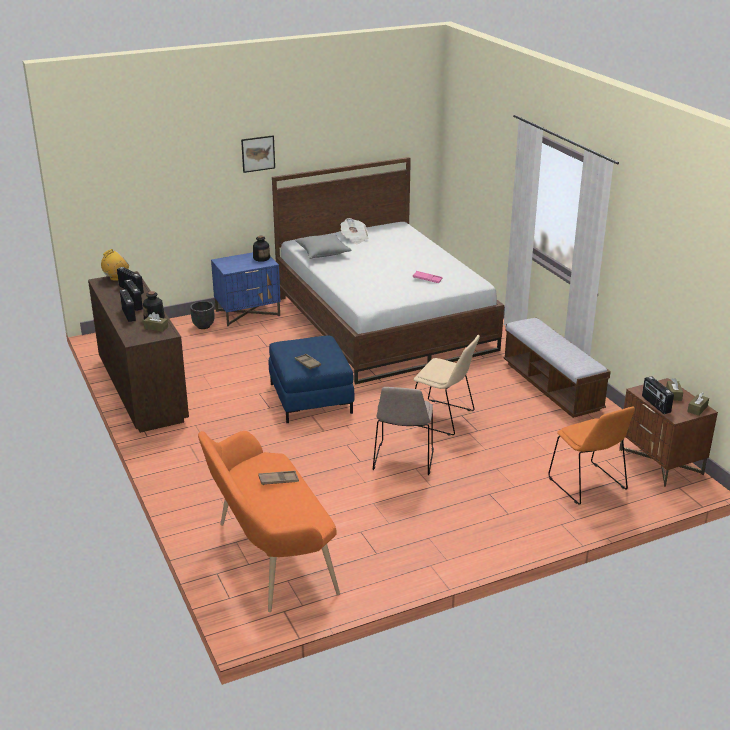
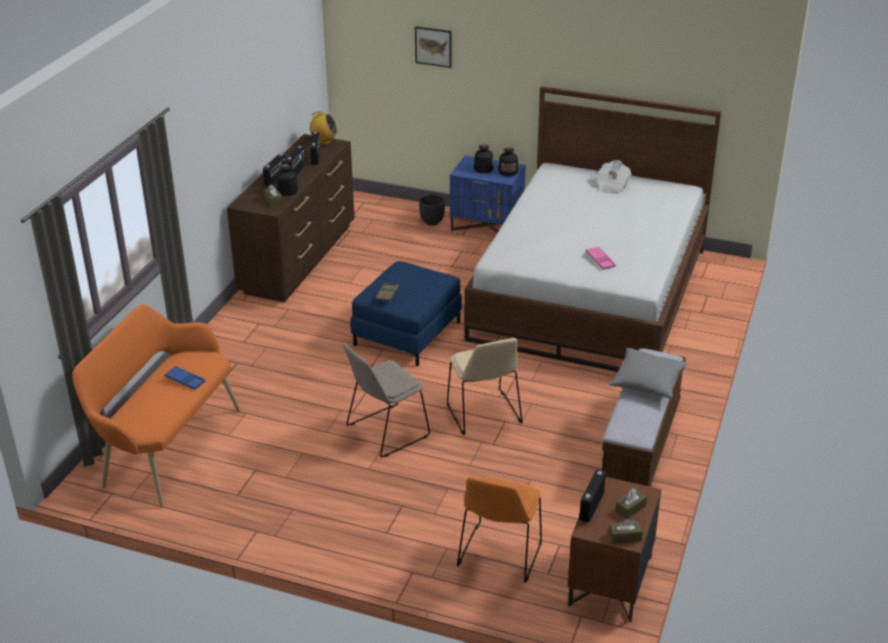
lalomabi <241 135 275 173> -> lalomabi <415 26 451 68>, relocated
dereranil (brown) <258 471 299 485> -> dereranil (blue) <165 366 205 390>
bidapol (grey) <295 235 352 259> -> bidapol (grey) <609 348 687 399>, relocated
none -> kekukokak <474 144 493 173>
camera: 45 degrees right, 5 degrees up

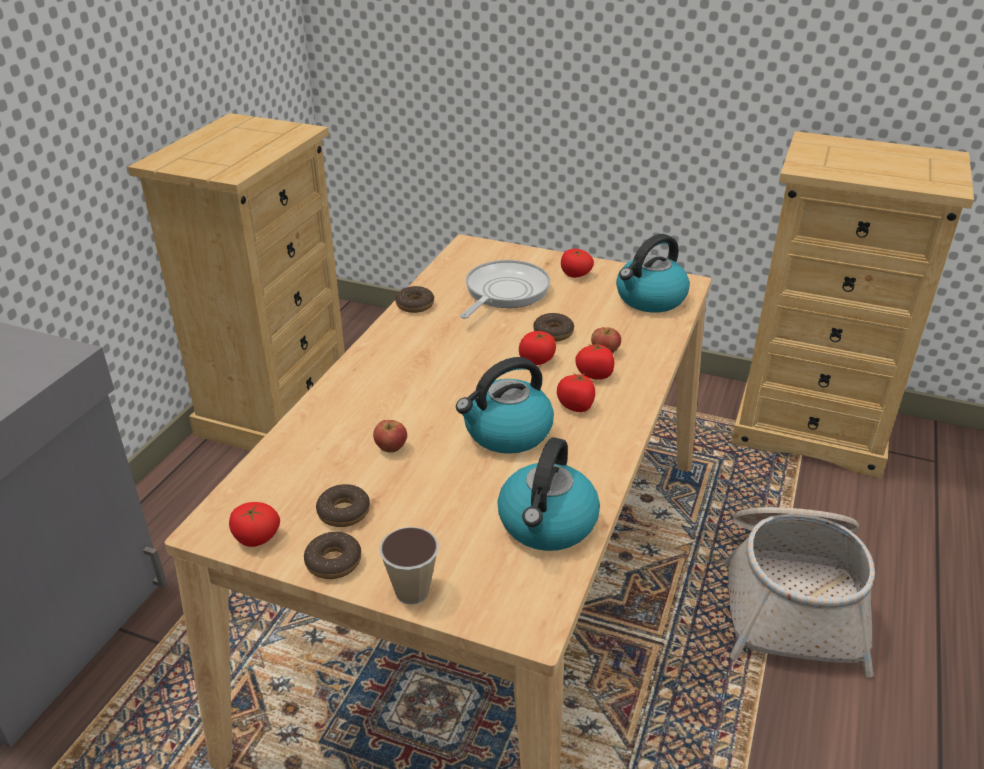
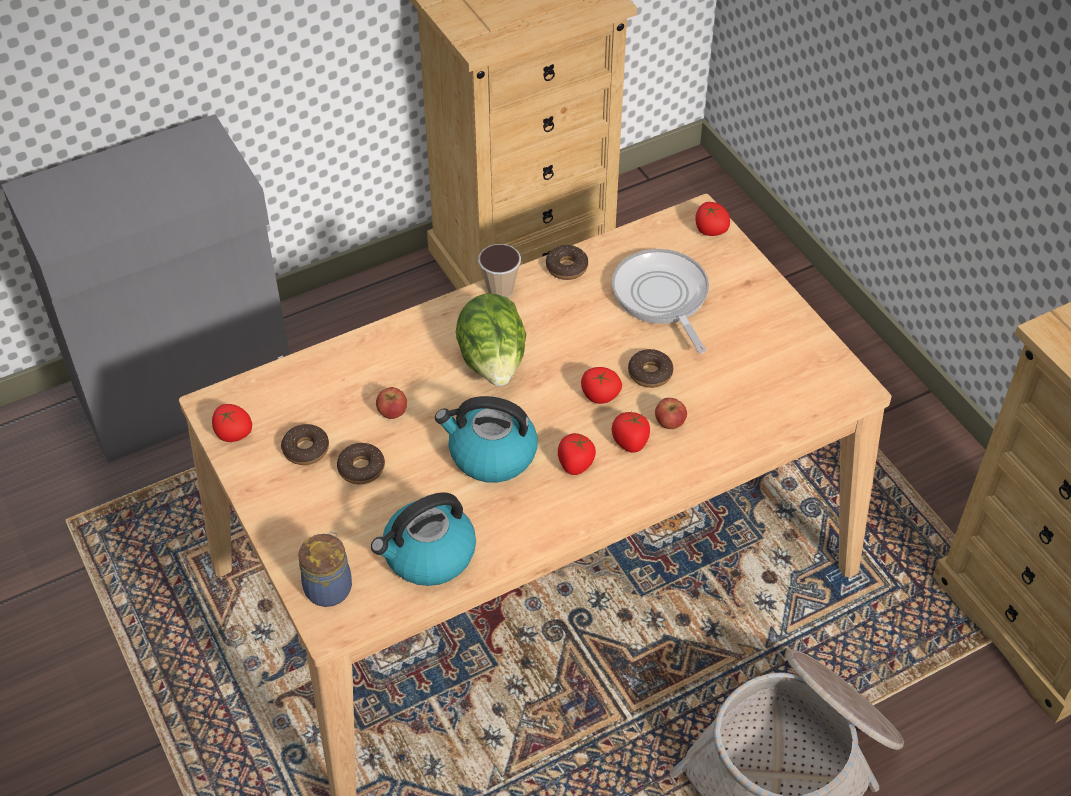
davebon <304 532 361 579> -> davebon <337 443 385 484>, relocated
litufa <379 527 439 604> -> litufa <478 244 521 298>, relocated
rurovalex <460 260 550 319> -> rurovalex <612 249 709 353>, 90 degrees counterclockwise
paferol <561 249 594 278> -> paferol <695 202 730 236>, relocated
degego <616 234 690 313> -> none
none -> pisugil <298 532 352 607>
none -> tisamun <456 294 526 386>
camera: 40 degrees right, 15 degrees up

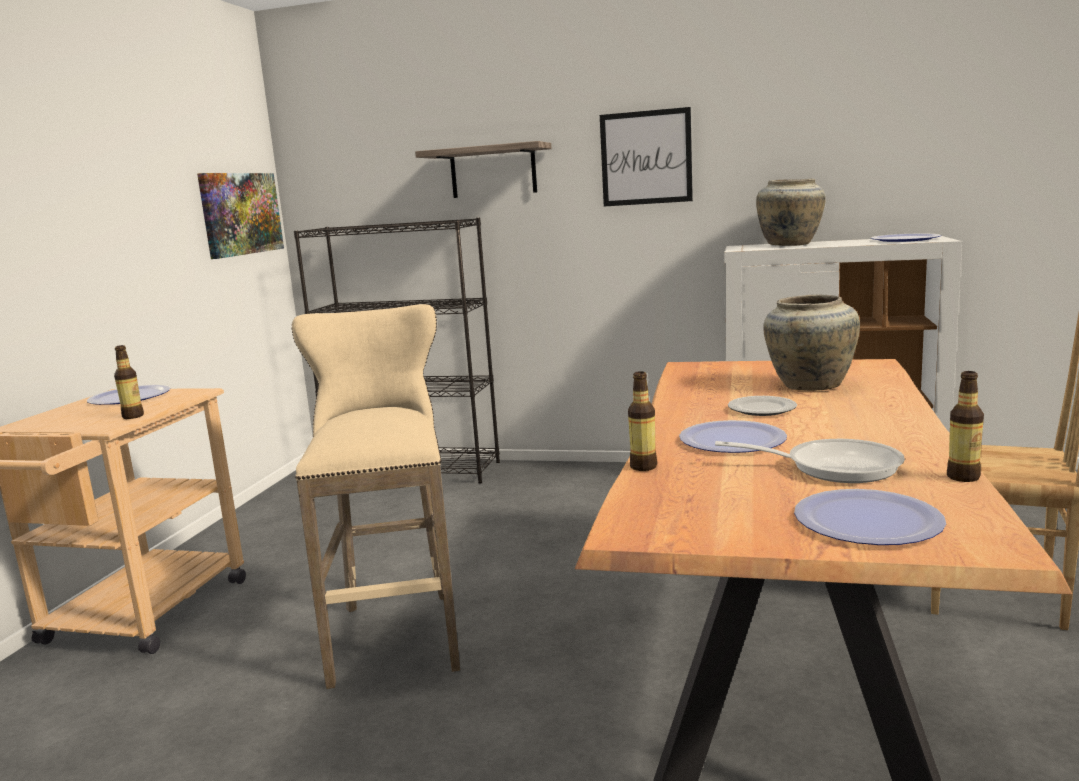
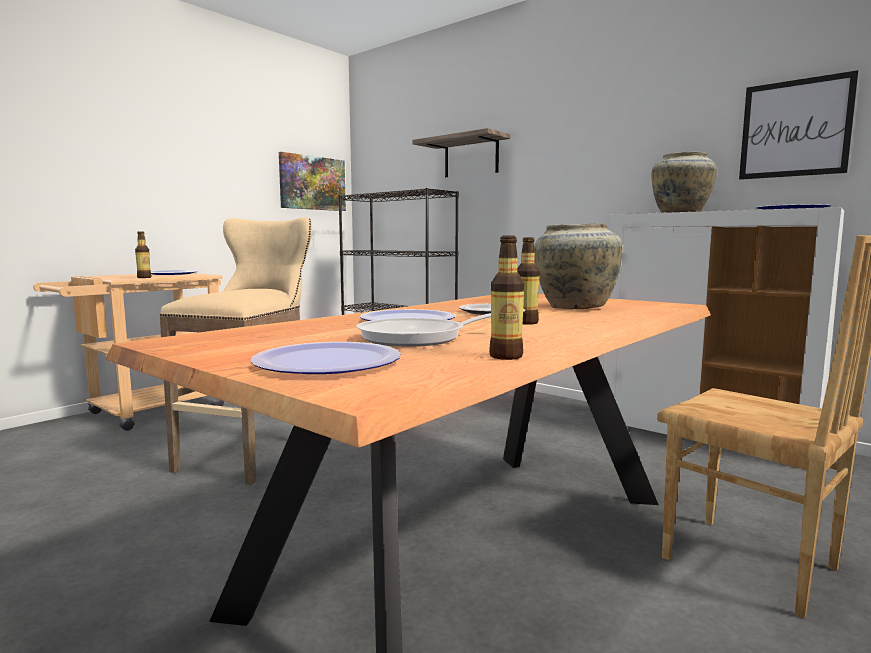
lalomabi <600 107 693 206> -> lalomabi <739 70 858 180>, relocated
kekukokak <628 371 657 471> -> kekukokak <517 237 540 325>, relocated
rurovalex <715 439 905 483> -> rurovalex <356 309 525 347>, 120 degrees clockwise
camera: 25 degrees right, 5 degrees down

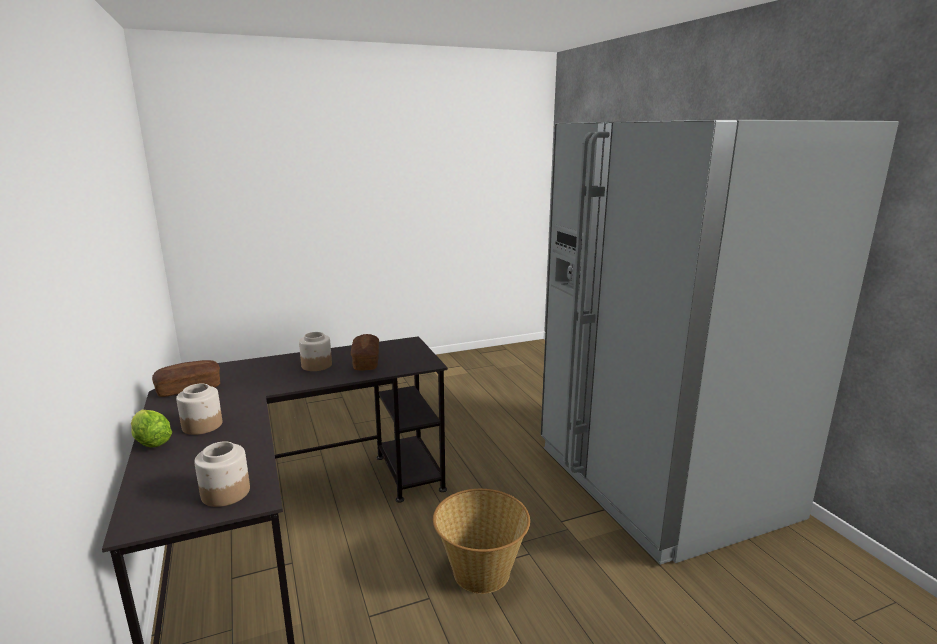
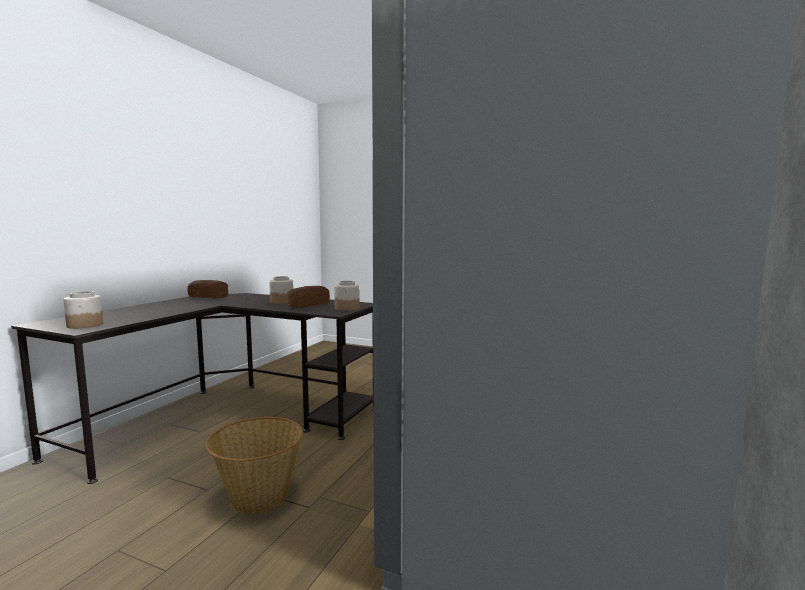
tisamun <131 410 172 448> -> none
pisugil <176 384 222 435> -> pisugil <334 281 360 311>, relocated
camera: 45 degrees right, 10 degrees down

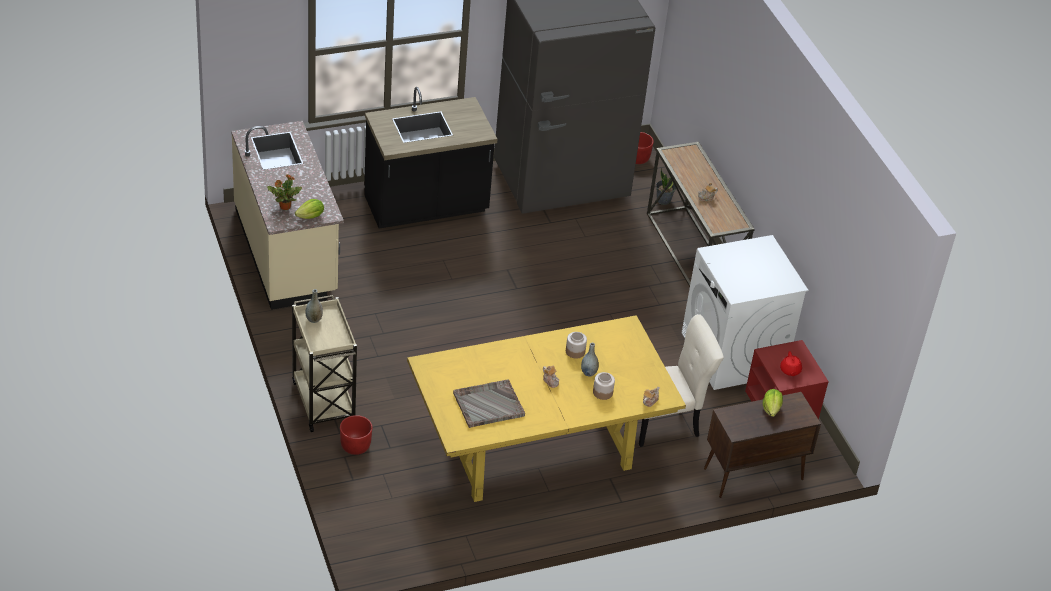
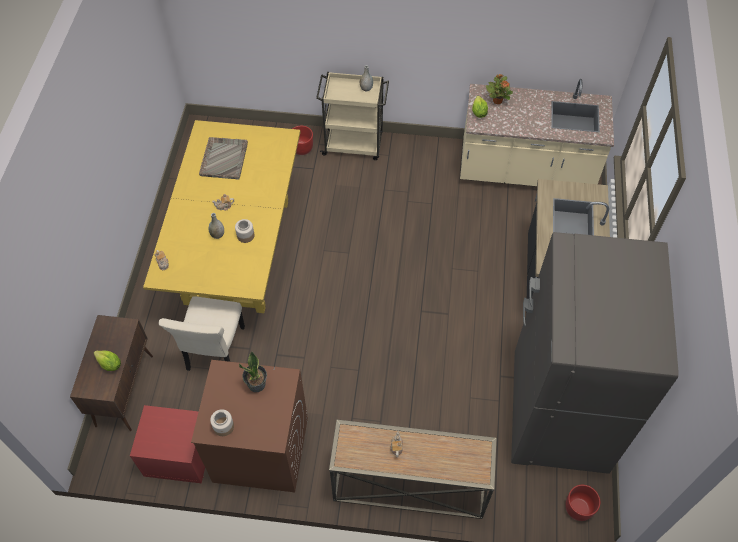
pisugil <593 372 615 400> -> pisugil <210 409 234 436>, relocated
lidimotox <656 168 676 205> -> lidimotox <239 351 267 392>, relocated
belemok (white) <681 235 808 390> -> belemok (brown) <191 360 308 492>
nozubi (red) <780 351 802 376> -> none
camera: 120 degrees right, 15 degrees up

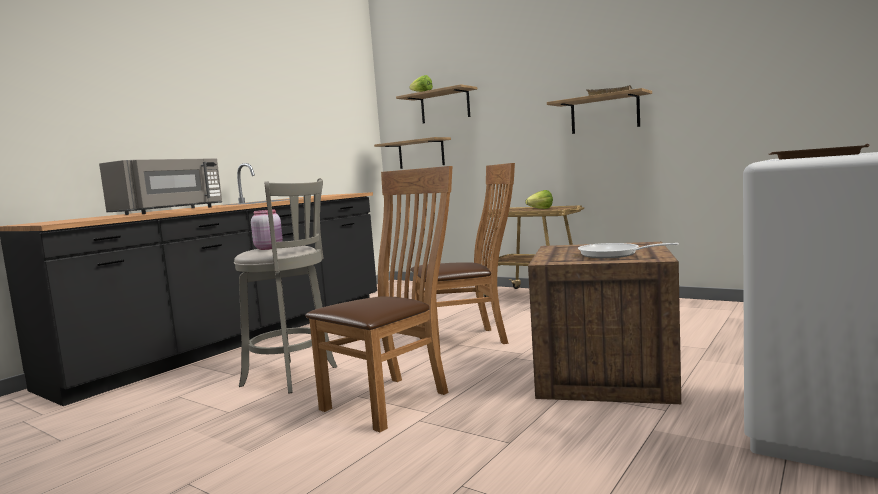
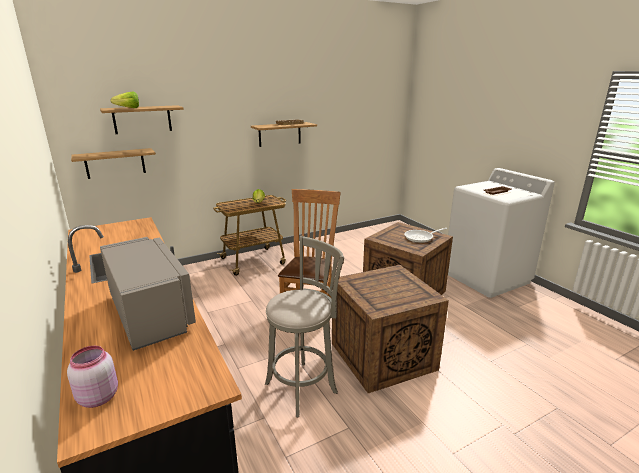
pisugil (pink) <251 209 283 250> -> pisugil (pink) <67 346 118 408>, relocated
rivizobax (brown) <305 166 452 432> -> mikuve <332 265 449 393>
camera: 65 degrees left, 15 degrees up

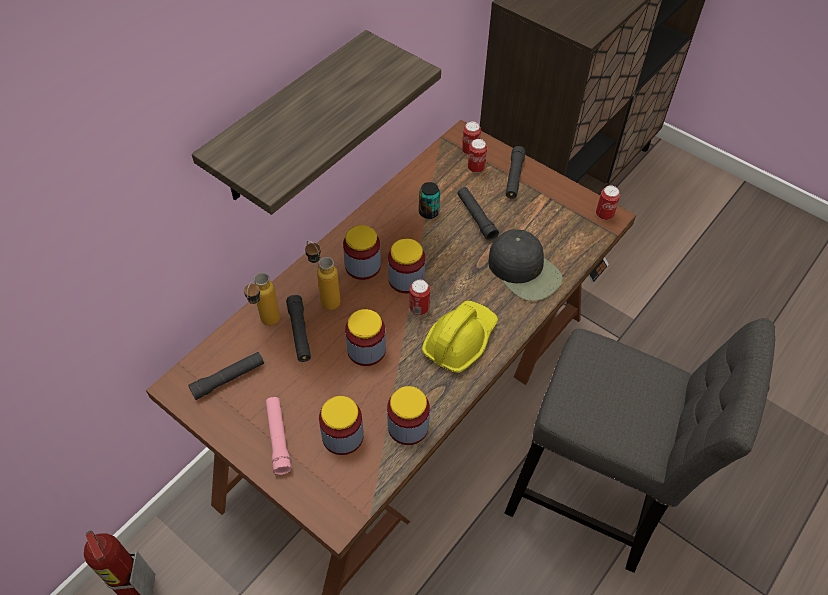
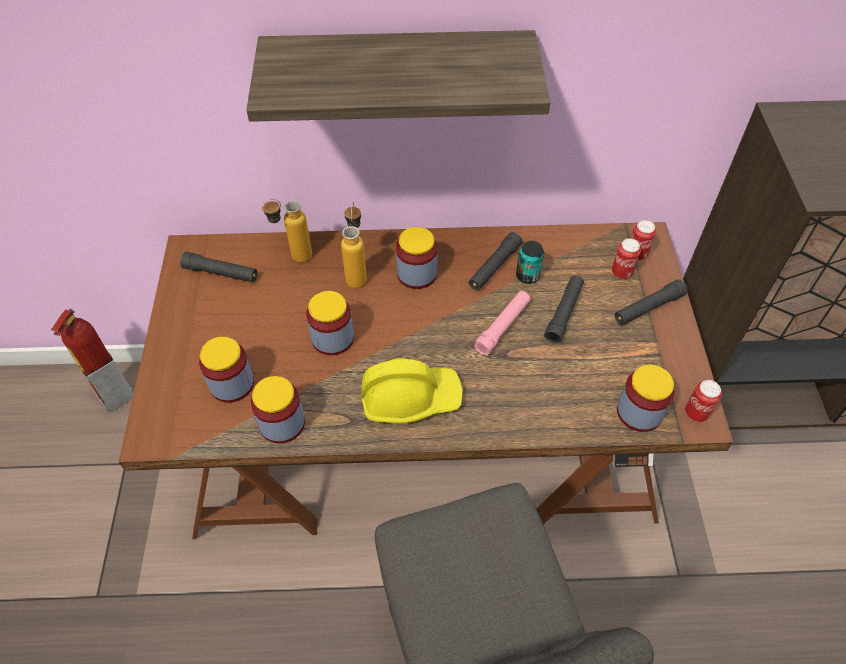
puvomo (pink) <266 397 292 475> -> puvomo (pink) <474 291 531 355>, relocated
puvomo (black) <286 295 311 362> -> puvomo (black) <469 232 523 290>, relocated
pisugil <388 238 425 294> -> pisugil <617 365 675 432>, relocated
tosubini <409 280 430 315> -> none
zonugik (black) <488 229 563 301> -> none
camera: 50 degrees right, 0 degrees up

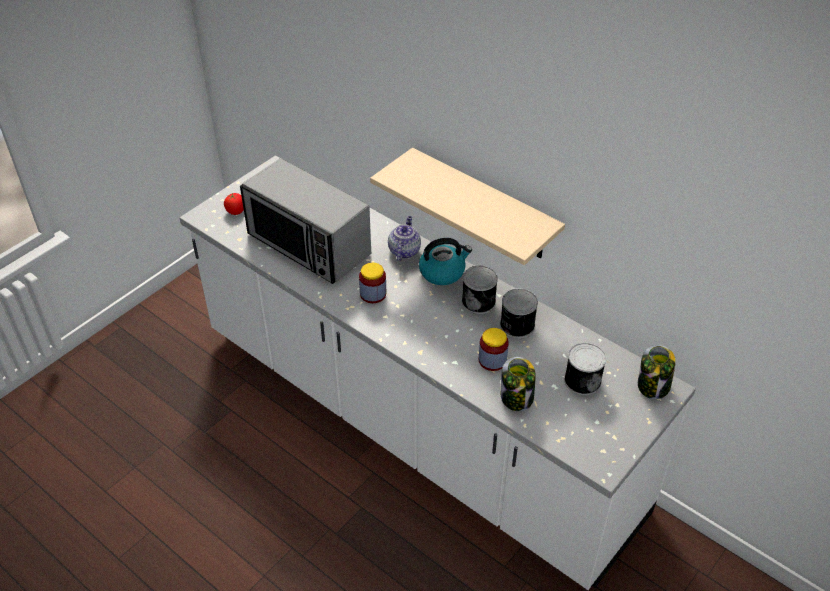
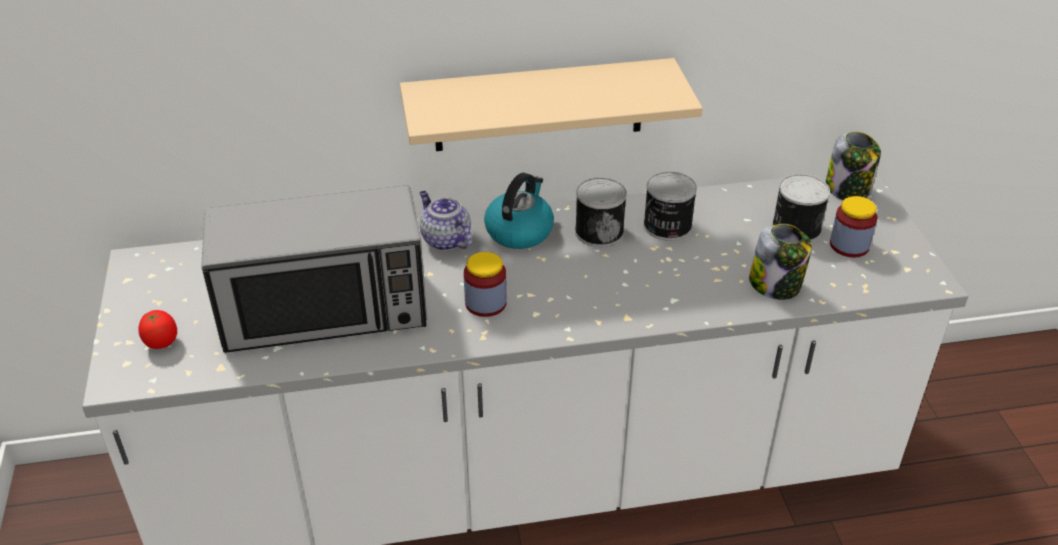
pisugil <479 328 509 371> -> pisugil <830 196 877 257>, relocated
camera: 50 degrees left, 5 degrees down

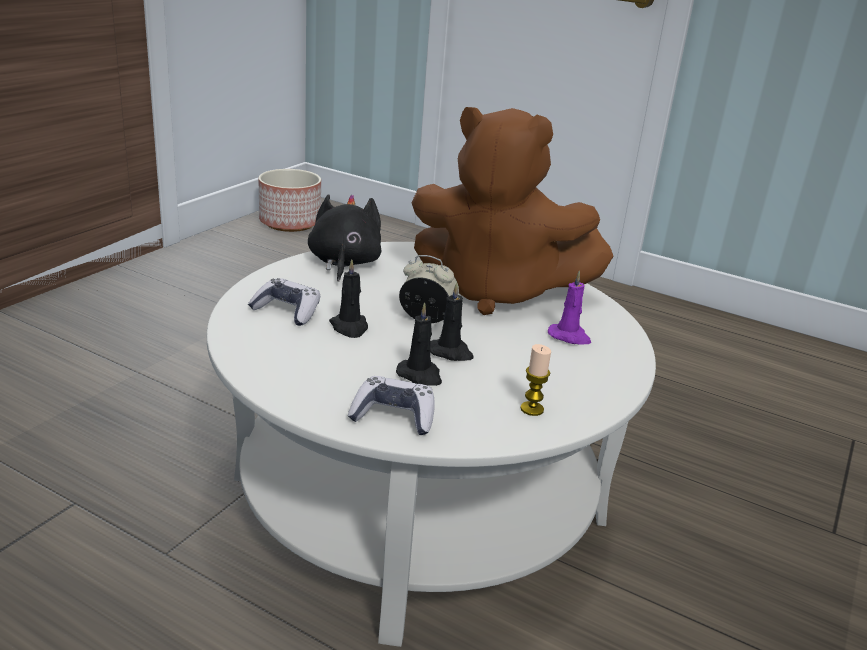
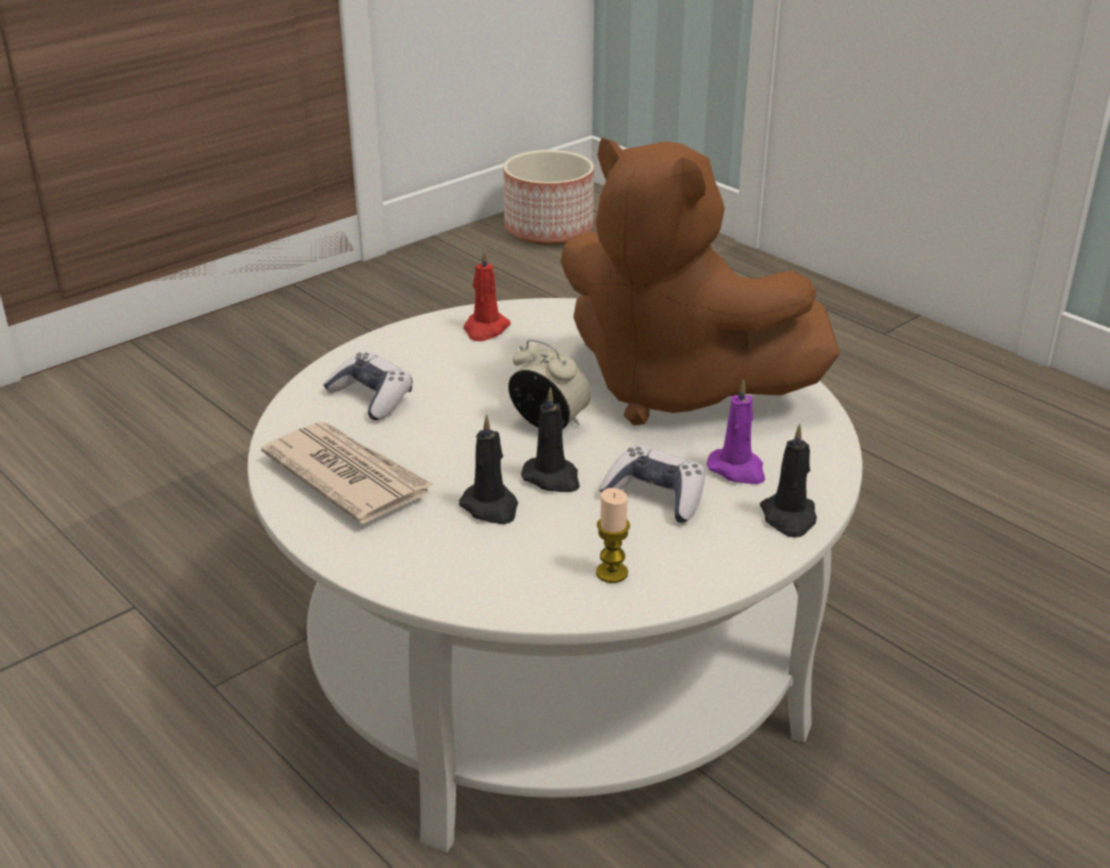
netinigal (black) <308 195 381 282> -> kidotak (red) <464 249 511 341>
kidotak (black) <329 259 368 338> -> kidotak (black) <760 424 817 538>, relocated
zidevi <348 376 435 435> -> zidevi <599 445 705 523>, relocated
none -> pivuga <261 421 434 524>
camera: 20 degrees right, 5 degrees up

